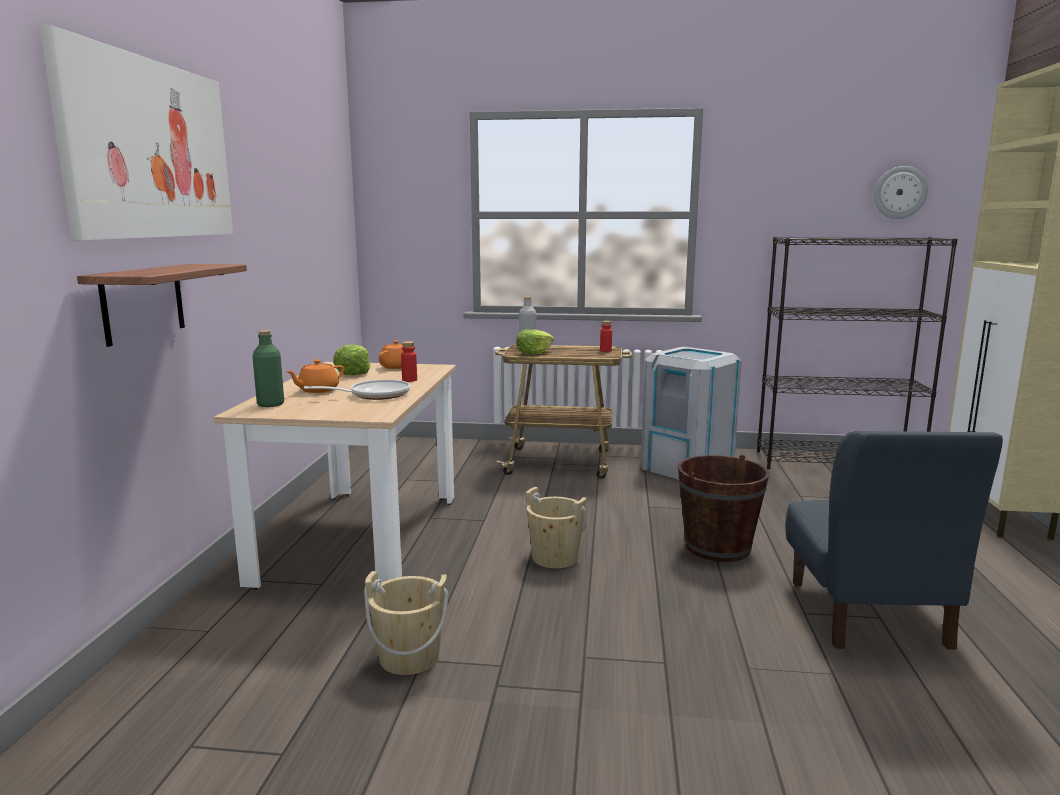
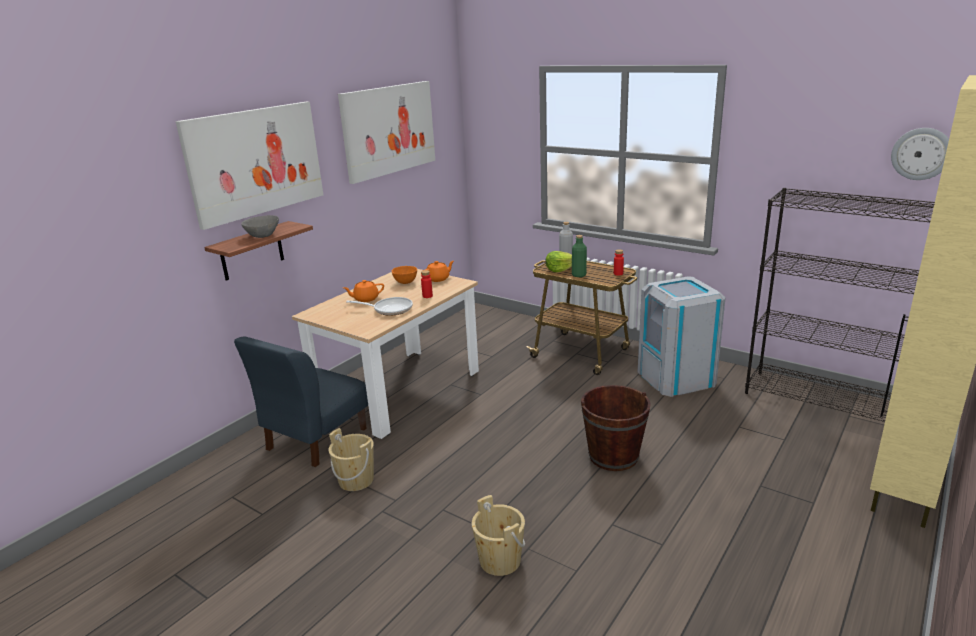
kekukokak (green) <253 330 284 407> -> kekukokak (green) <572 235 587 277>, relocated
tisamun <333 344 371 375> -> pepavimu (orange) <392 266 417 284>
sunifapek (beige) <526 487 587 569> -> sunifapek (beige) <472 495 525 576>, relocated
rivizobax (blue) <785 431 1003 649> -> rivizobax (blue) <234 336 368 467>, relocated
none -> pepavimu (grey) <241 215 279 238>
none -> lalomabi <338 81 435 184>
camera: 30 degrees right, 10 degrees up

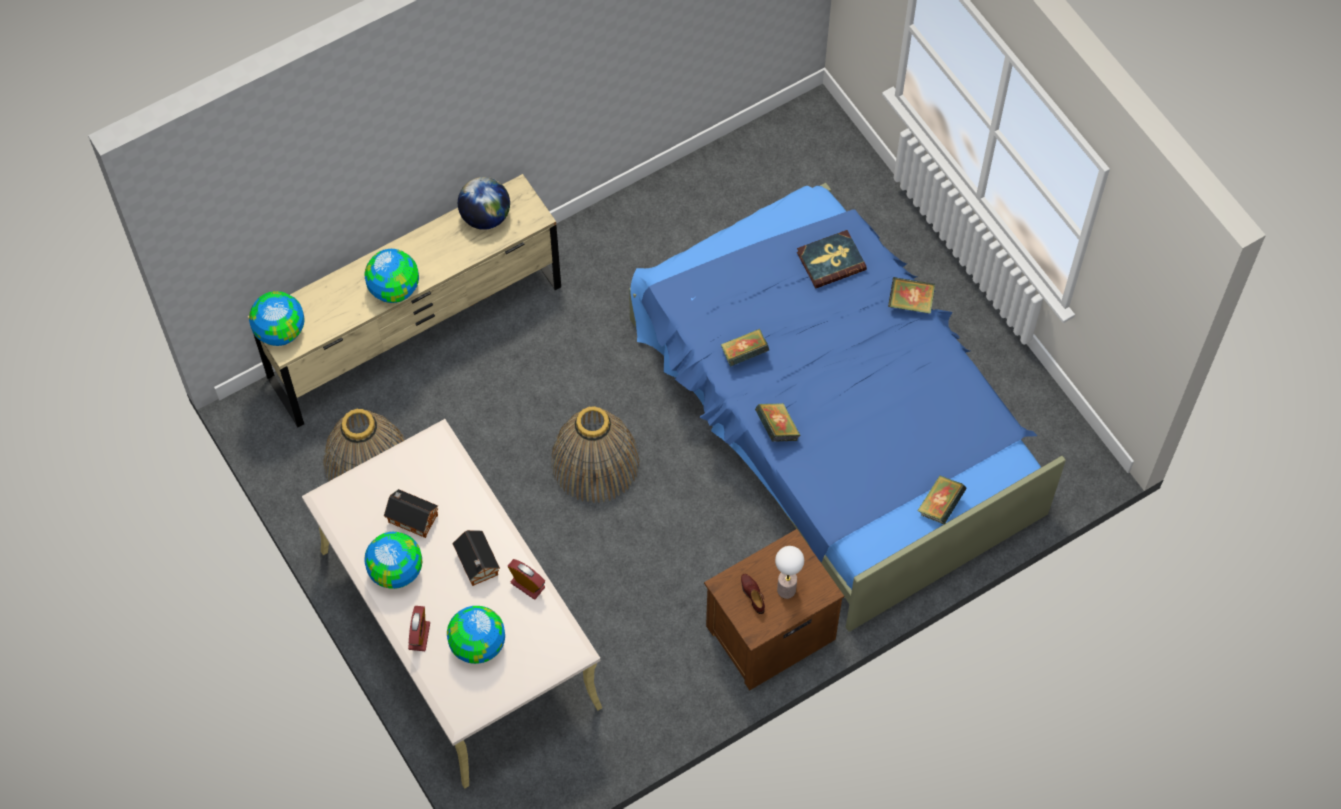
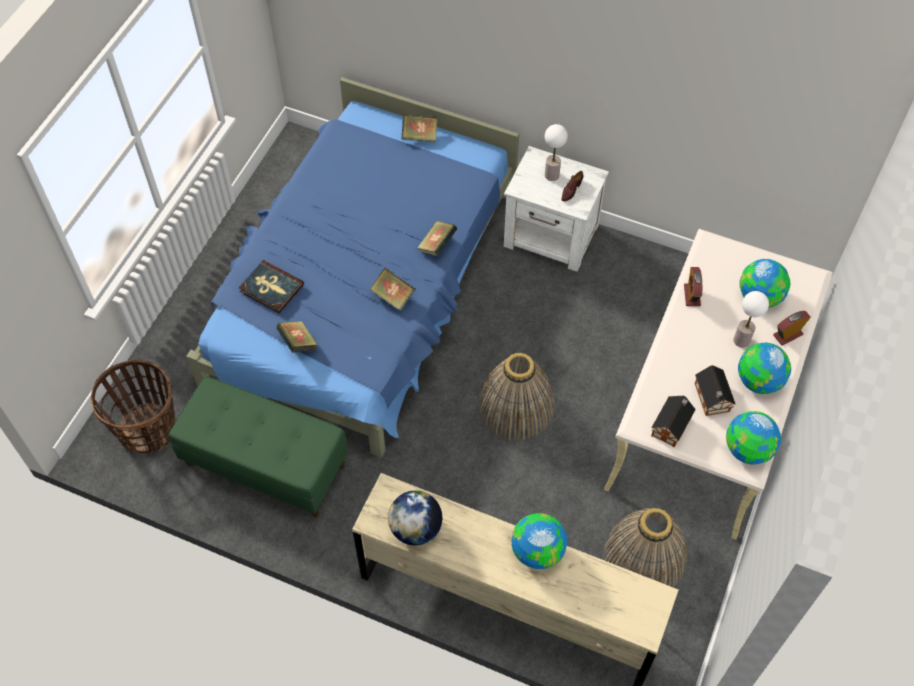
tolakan <249 291 304 346> -> tolakan <726 411 781 464>, relocated
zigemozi <452 530 500 586> -> zigemozi <651 396 696 447>, relocated
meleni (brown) <704 529 844 691> -> meleni (white) <504 146 609 272>
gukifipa <888 277 935 314> -> gukifipa <276 321 318 353>, relocated
none -> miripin <91 360 175 454>
none -> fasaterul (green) <169 376 348 517>
none -> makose <733 291 769 347>
camera: 125 degrees left, 5 degrees down

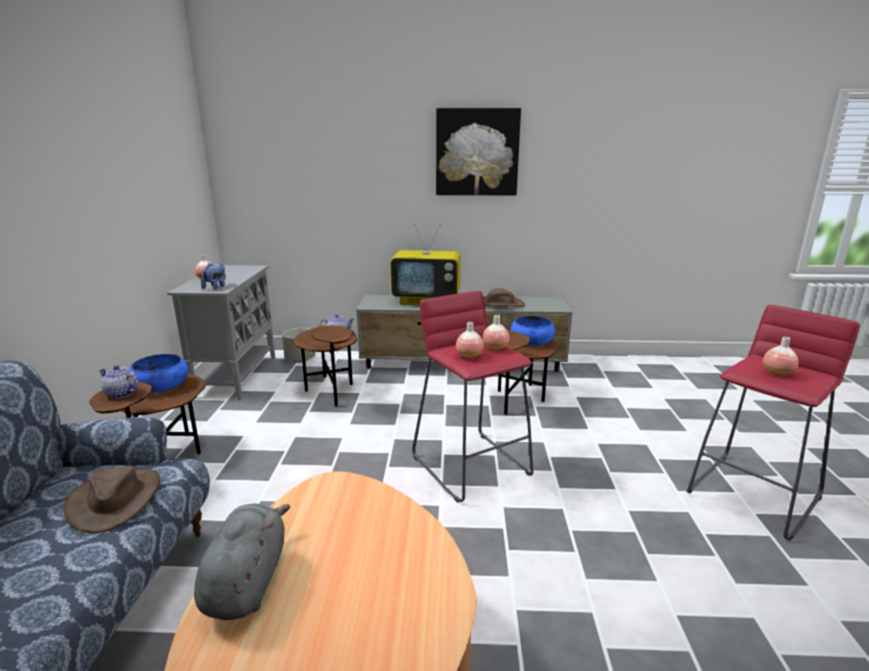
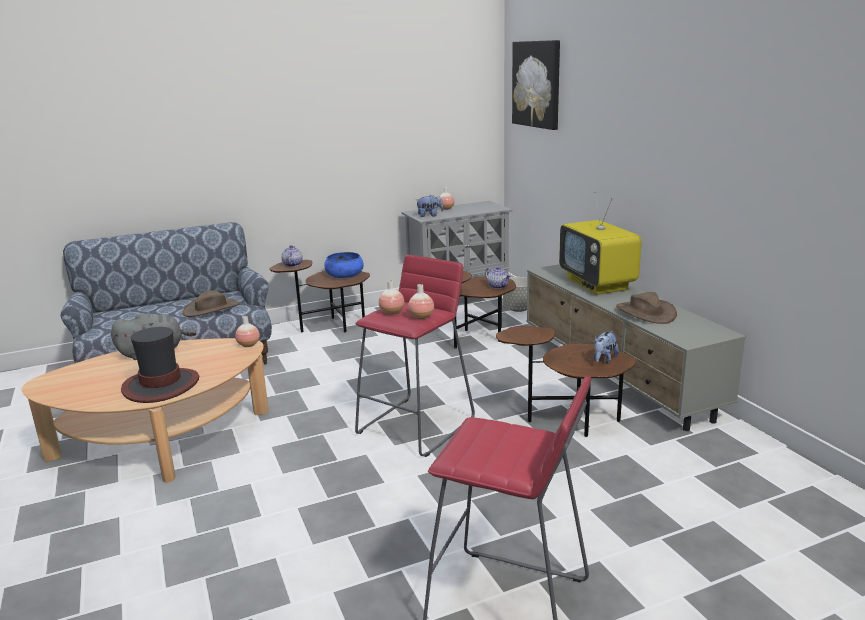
lalomabi <436 108 521 196> -> lalomabi <512 40 560 130>, relocated
pepavimu (blue) <511 316 555 346> -> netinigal <594 331 619 364>
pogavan <763 337 799 376> -> pogavan <235 316 260 347>, relocated
none -> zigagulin <121 327 199 403>
camera: 65 degrees right, 0 degrees up

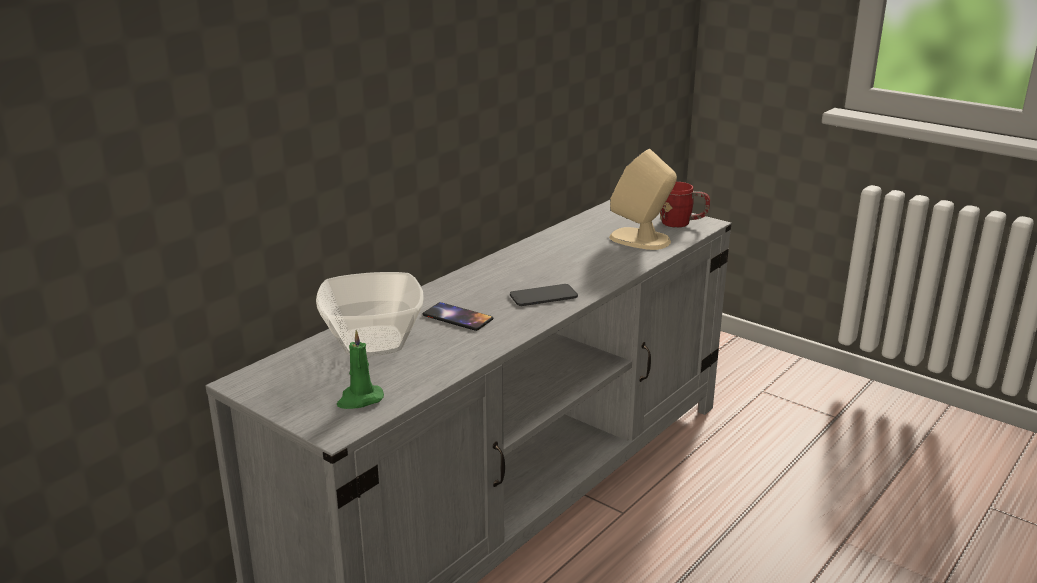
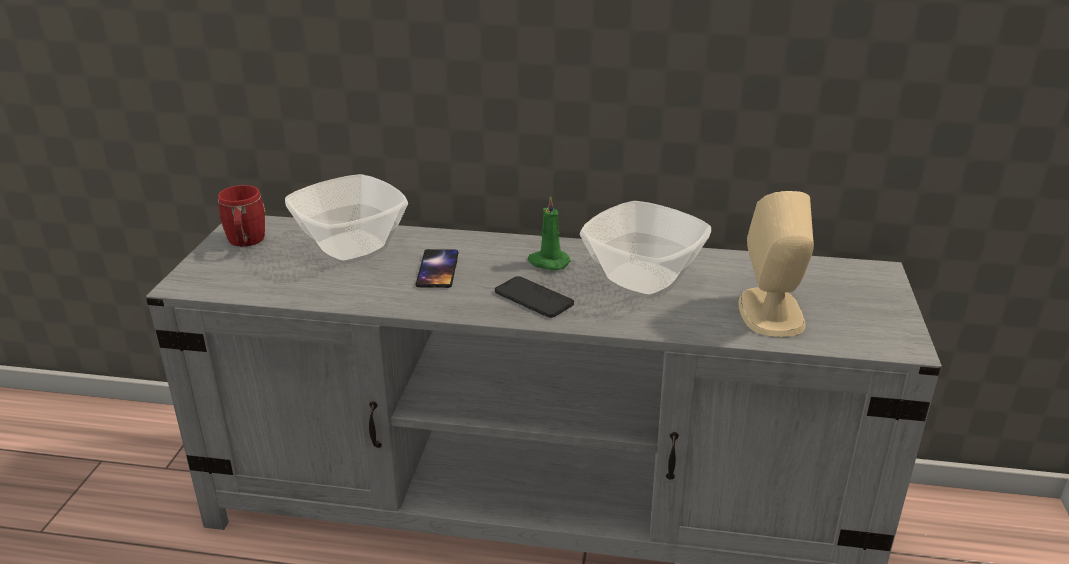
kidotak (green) <337 330 384 409> -> kidotak (green) <528 196 571 270>, relocated
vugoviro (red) <660 182 710 228> -> vugoviro (red) <218 185 266 247>, relocated
none -> pepavimu <580 201 711 299>
camera: 60 degrees right, 5 degrees up

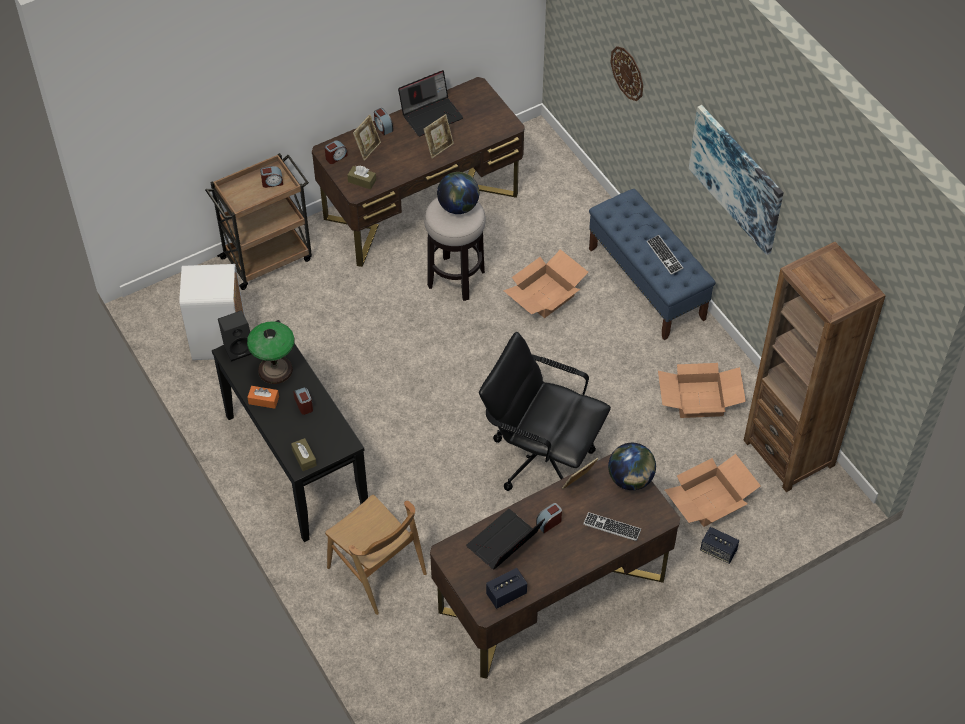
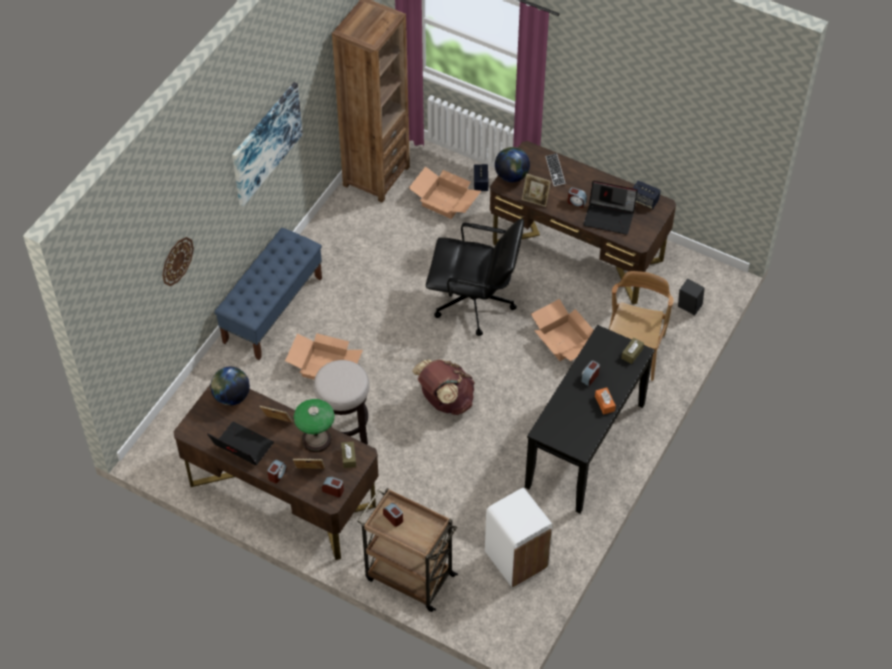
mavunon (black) <218 310 252 361> -> mavunon (black) <678 279 705 315>, relocated
makose <247 321 295 384> -> makose <294 399 335 452>, relocated
tolakan <437 172 479 214> -> tolakan <210 367 250 406>, relocated
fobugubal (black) <479 332 611 491> -> fobugubal (black) <426 218 524 336>, 75 degrees counterclockwise
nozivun <647 235 683 275> -> none
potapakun <658 363 746 418> -> potapakun <531 299 594 361>, relocated
none -> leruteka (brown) <412 359 475 415>
camera: 120 degrees left, 0 degrees up

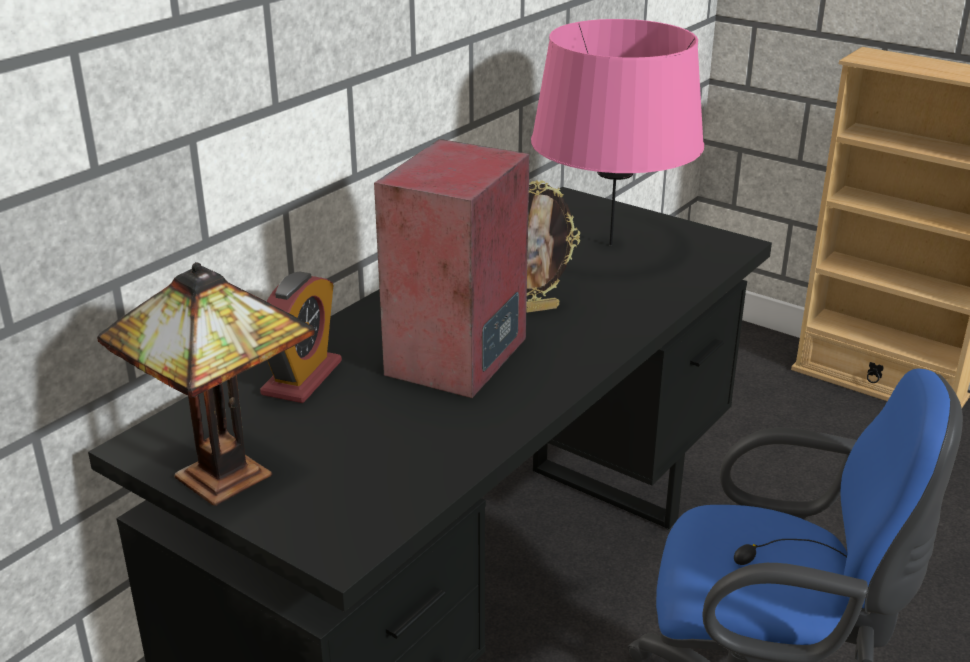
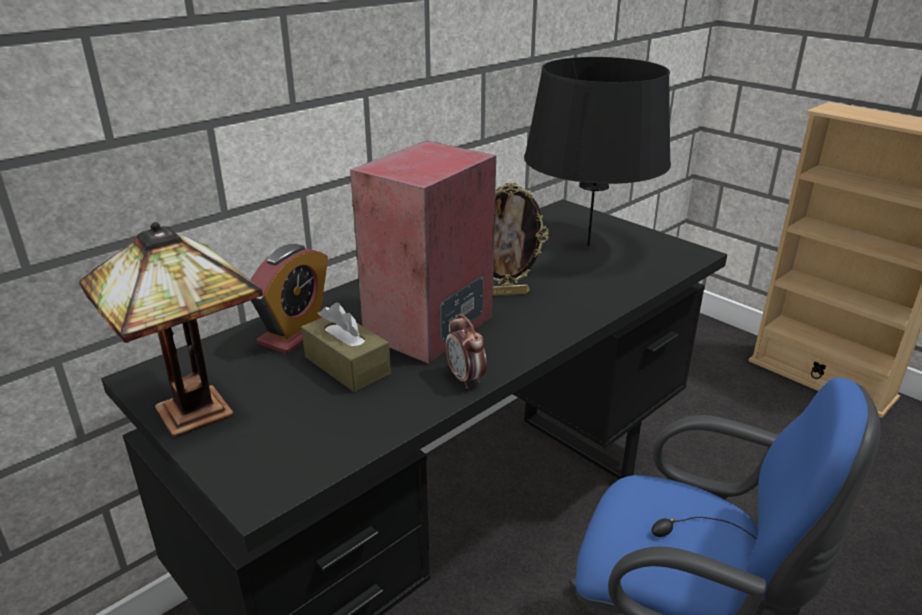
makose (pink) <531 19 704 246> -> makose (black) <524 57 671 247>
none -> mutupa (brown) <301 303 391 392>
none -> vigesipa <446 314 487 389>
camera: 10 degrees right, 0 degrees up

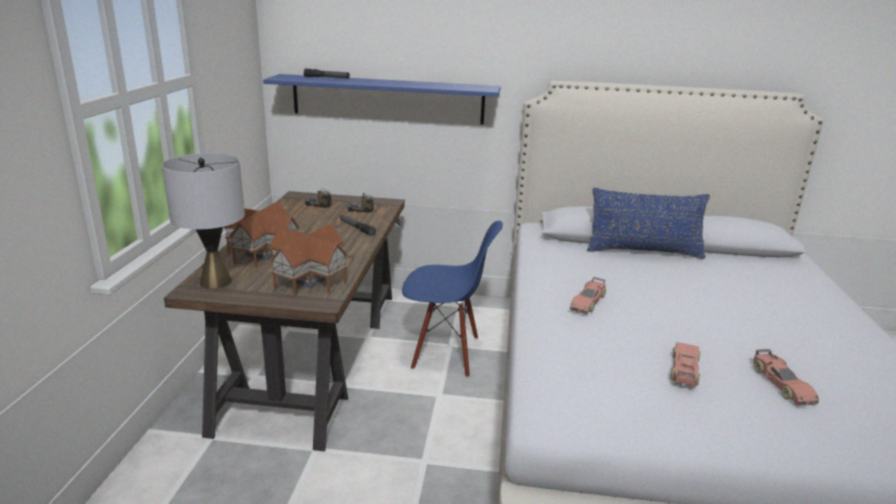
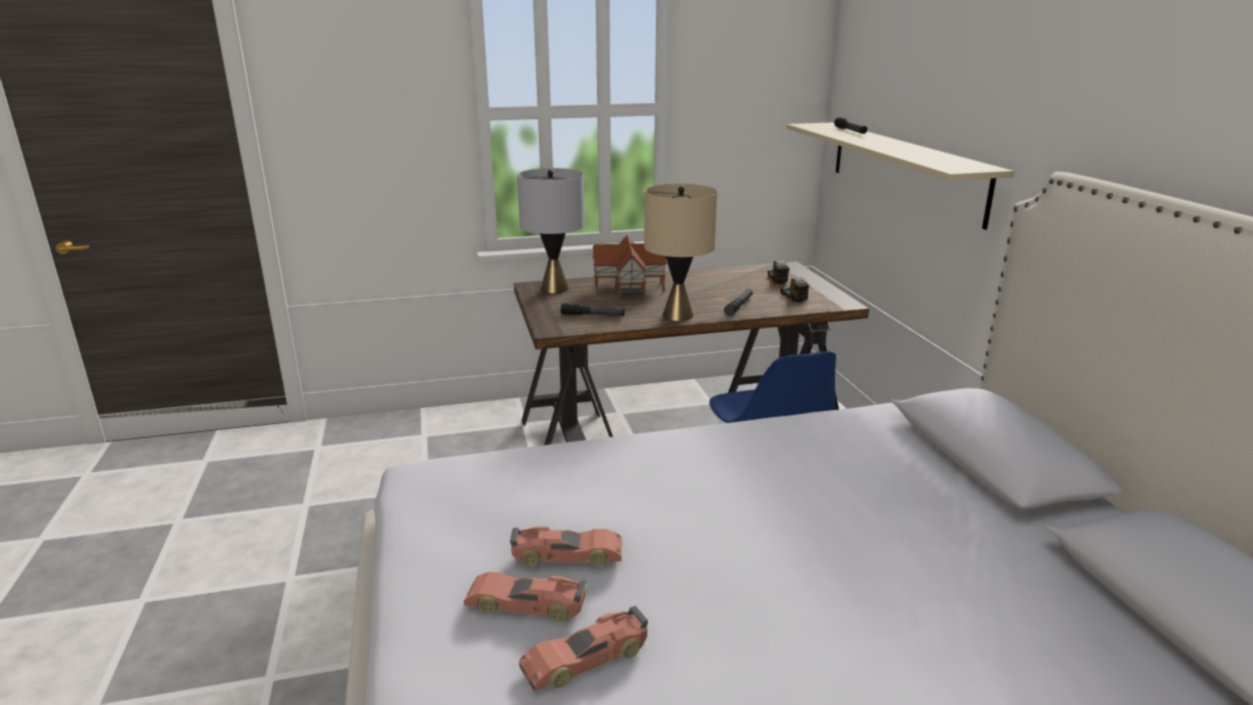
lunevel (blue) <263 74 501 125> -> lunevel (beige) <786 122 1014 230>
zigemozi <269 224 348 297> -> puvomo <561 303 625 316>
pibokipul <570 277 606 314> -> pibokipul <464 572 586 622>, relocated
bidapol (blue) <587 188 710 259> -> none
none -> makose (beige) <644 184 718 321>
camera: 70 degrees right, 0 degrees up

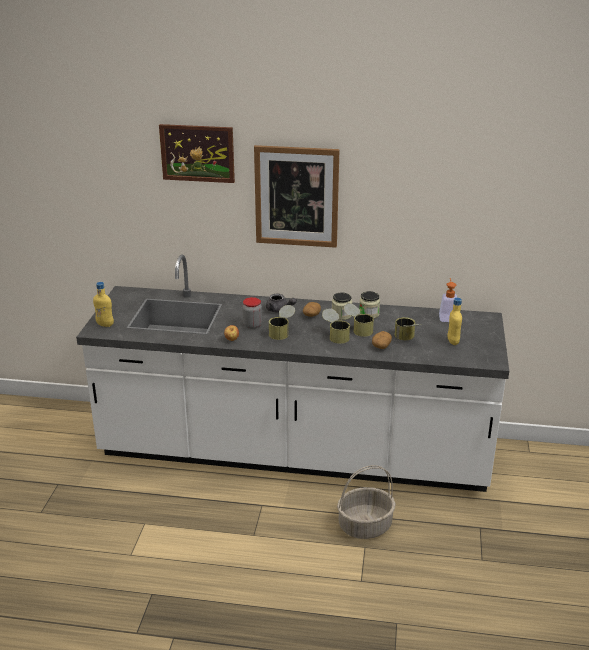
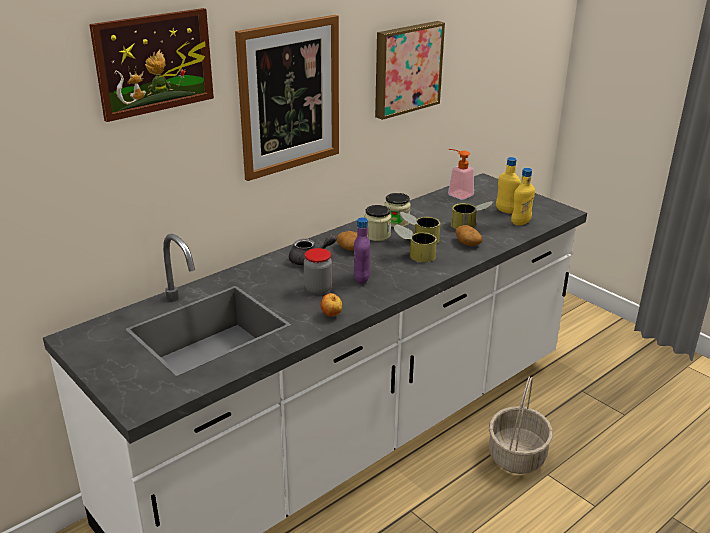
kekukokak (yellow) <93 282 114 327> -> kekukokak (yellow) <511 168 535 226>, relocated
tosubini <269 305 295 340> -> kekukokak (purple) <354 217 370 284>
none -> lalomabi <375 21 445 120>
camera: 50 degrees left, 0 degrees up

